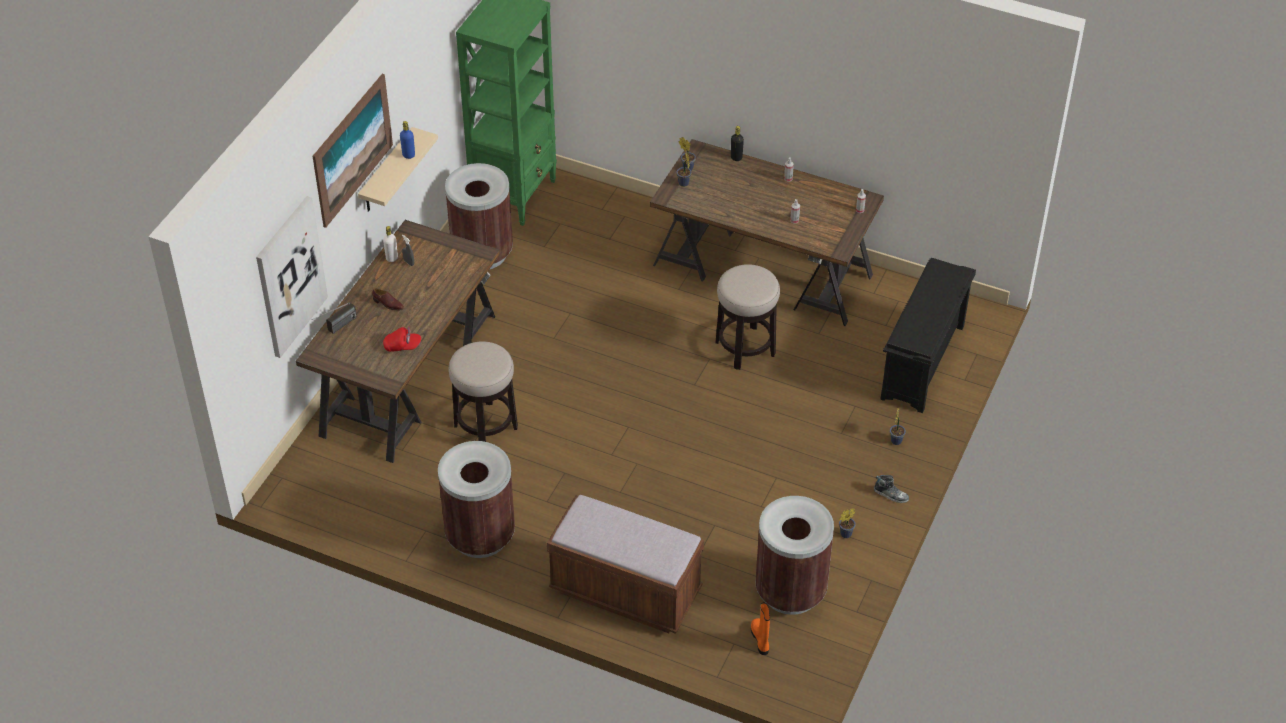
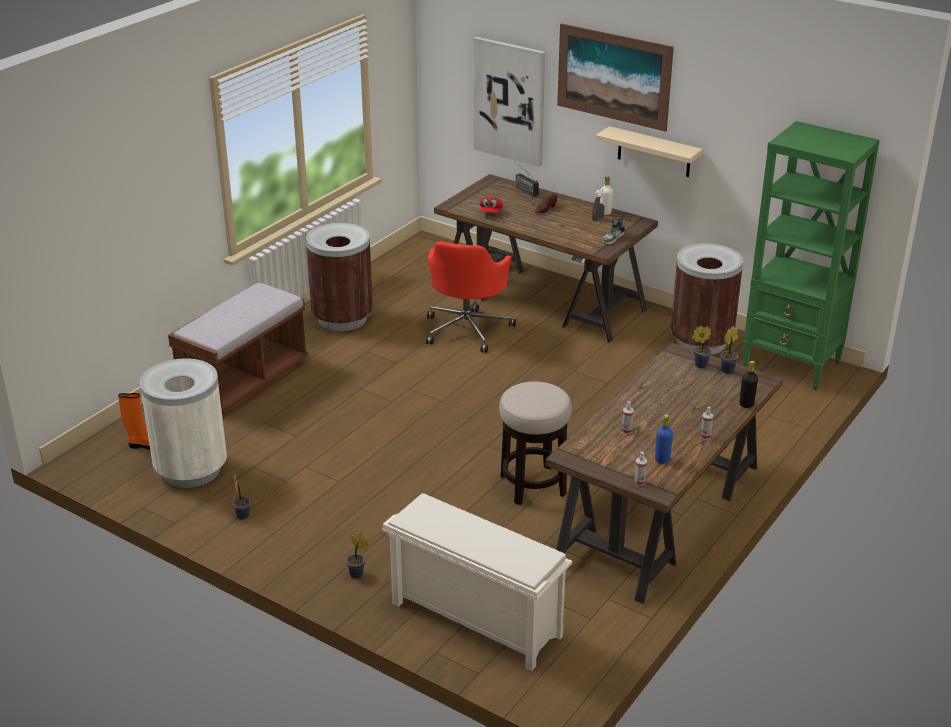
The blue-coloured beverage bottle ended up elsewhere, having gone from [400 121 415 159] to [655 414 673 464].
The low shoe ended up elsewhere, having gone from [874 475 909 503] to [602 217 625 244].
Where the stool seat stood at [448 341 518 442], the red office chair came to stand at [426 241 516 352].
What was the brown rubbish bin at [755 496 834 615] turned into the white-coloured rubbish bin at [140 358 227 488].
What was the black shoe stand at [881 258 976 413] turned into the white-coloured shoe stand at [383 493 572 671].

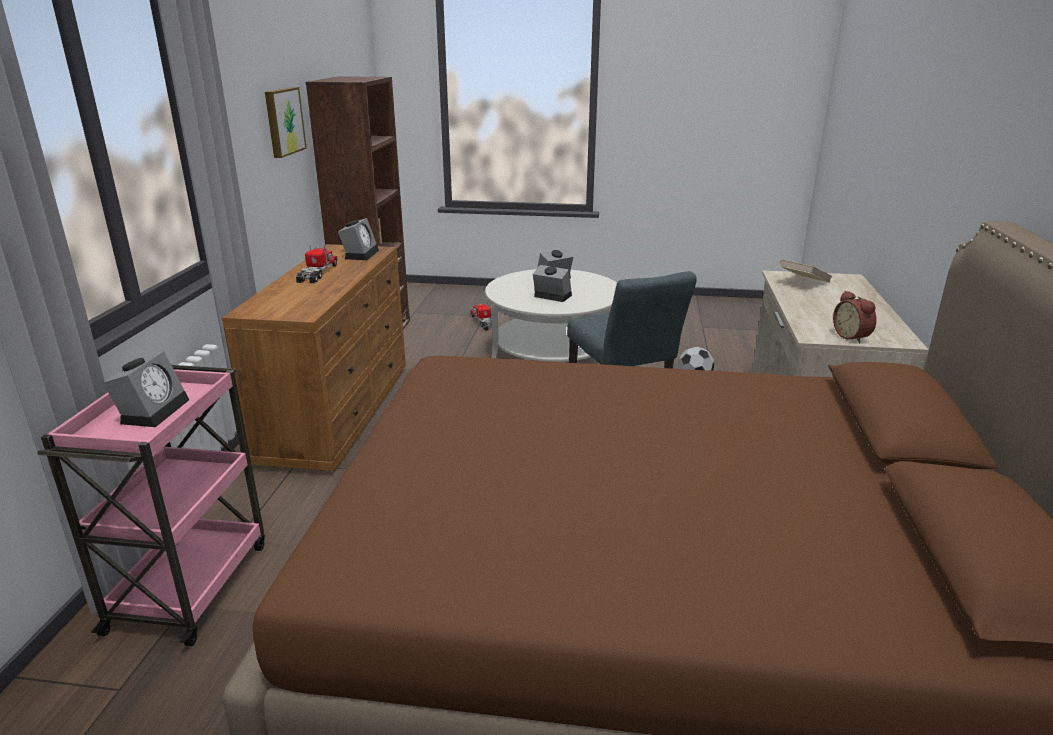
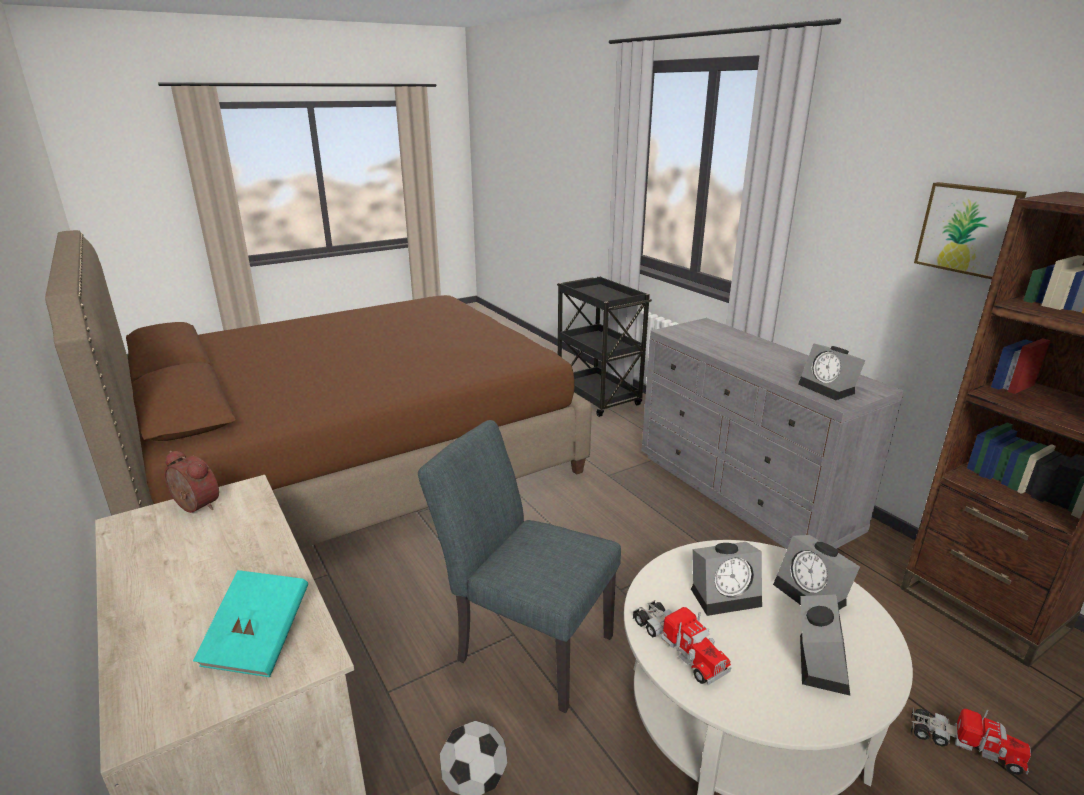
The bedside clock ended up elsewhere, having gone from [103 351 189 427] to [773 535 860 610].
The model truck ended up elsewhere, having gone from [296 245 338 283] to [633 600 732 685].
What was the pinkish trolley at [37 365 265 646] turned into the black trolley at [557 276 652 417].
What was the brown dresser at [222 244 406 471] turned into the grey dresser at [642 318 904 549].
What was the beige-coloured book at [779 259 833 283] turned into the turquoise-coloured book at [193 570 308 677].

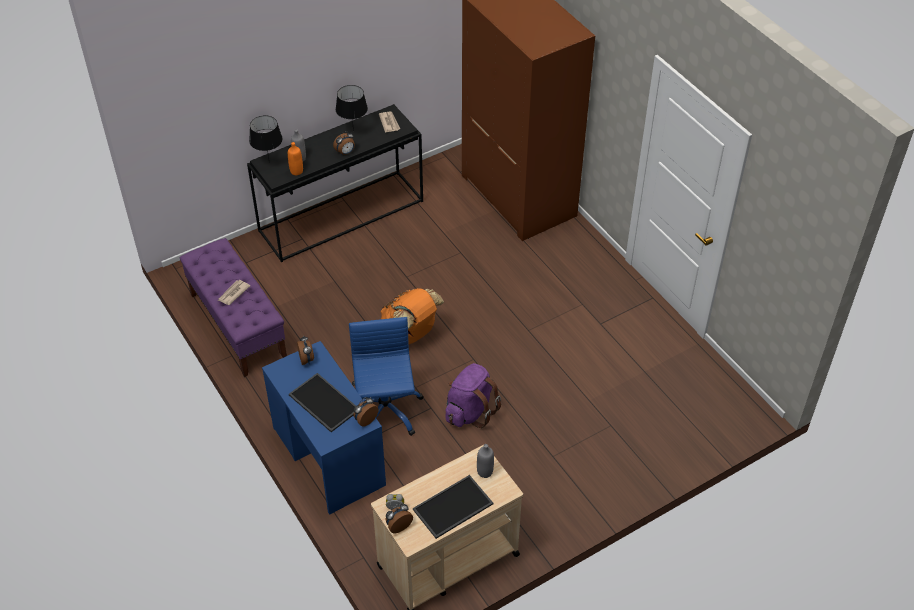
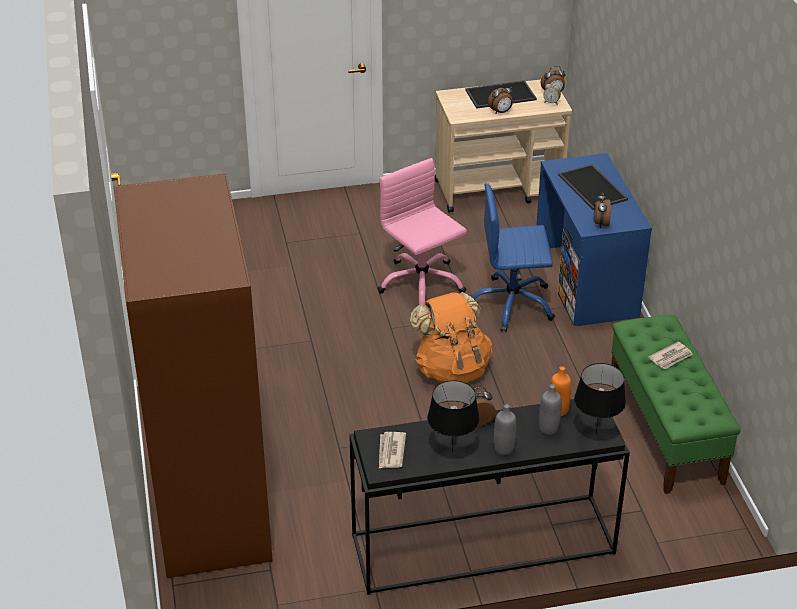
The bedside clock ended up elsewhere, having gone from [353 397 379 427] to [488 84 513 114].
The grey beverage bottle ended up elsewhere, having gone from [477 444 494 478] to [494 404 516 455].
Where the purplish rucksack stood at [445 363 501 428], the pinkish office chair came to stand at [377 158 467 305].
What was the purplish bench at [180 238 287 377] turned into the green-coloured bench at [611 315 741 494].
The blue-coloured office chair at [349 317 424 436] ended up facing another way, 75 degrees clockwise from before.

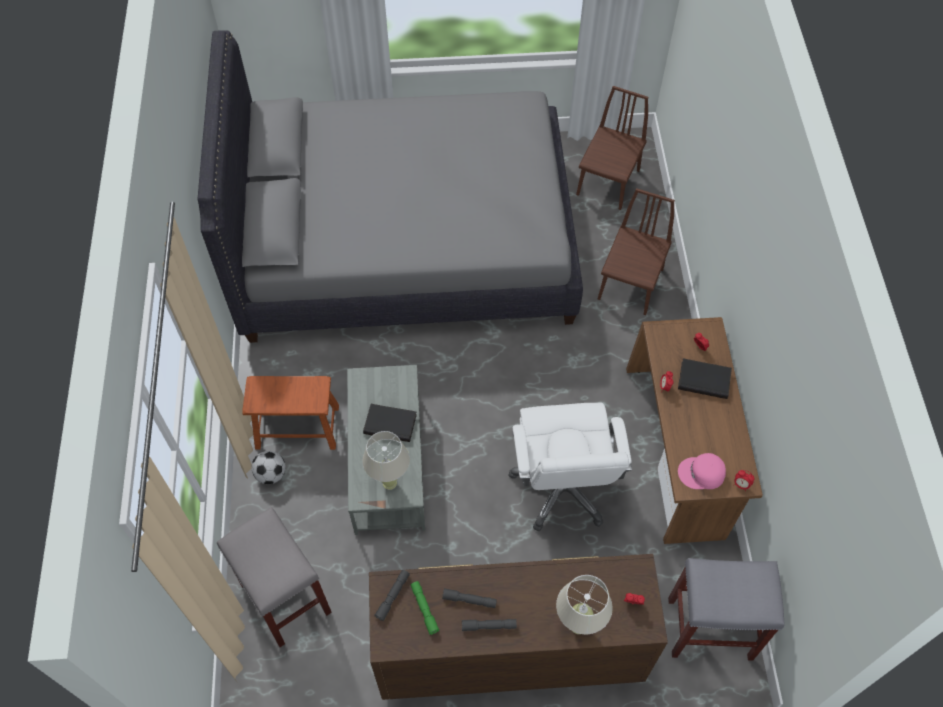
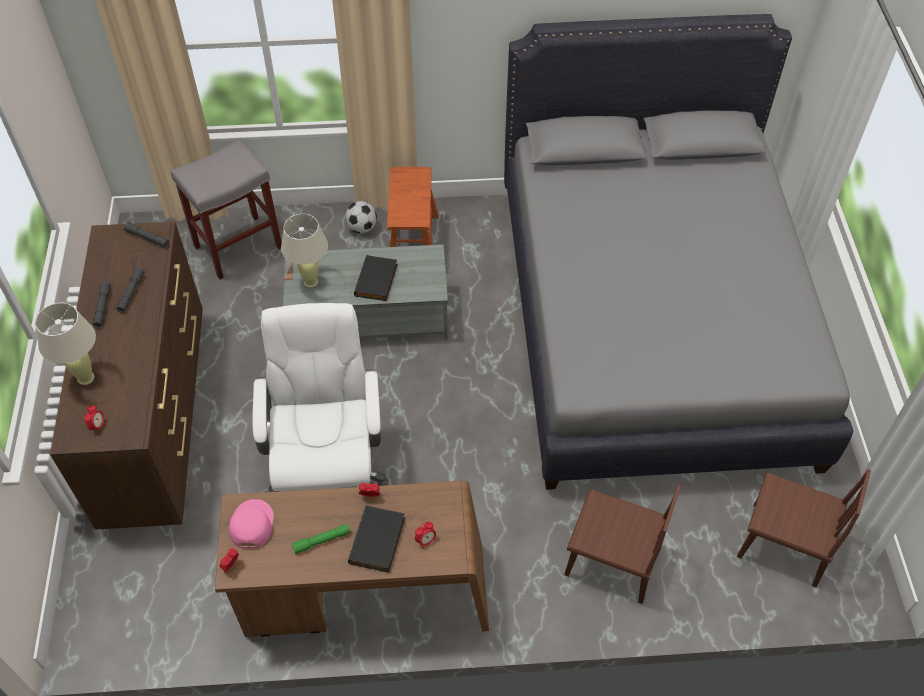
The second view lost the grey stool seat at [668 558 785 661].
The green-coloured hand torch ended up elsewhere, having gone from [411 581 439 635] to [291 524 350 555].
The white-coloured office chair at [508 403 632 531] ended up facing another way, 90 degrees clockwise from before.

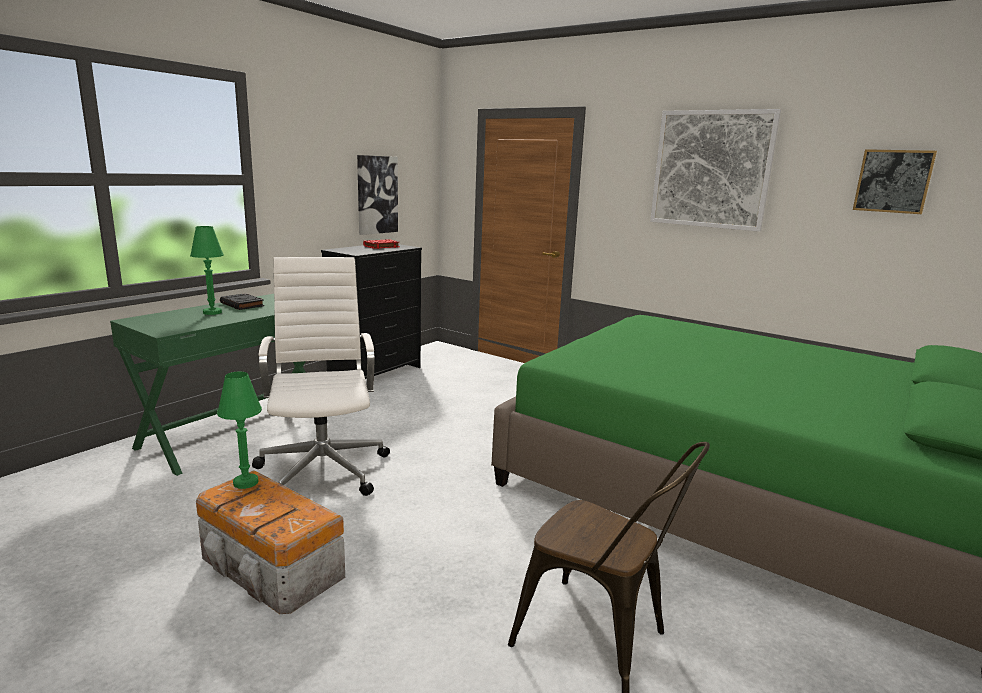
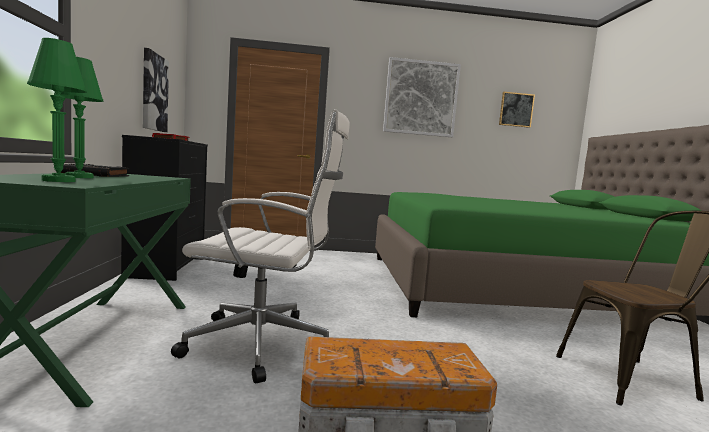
The green-coloured lamp for a table ended up elsewhere, having gone from [217 372 262 489] to [27 38 87 182].
The white-coloured office chair at [252 257 390 496] ended up facing another way, 150 degrees clockwise from before.

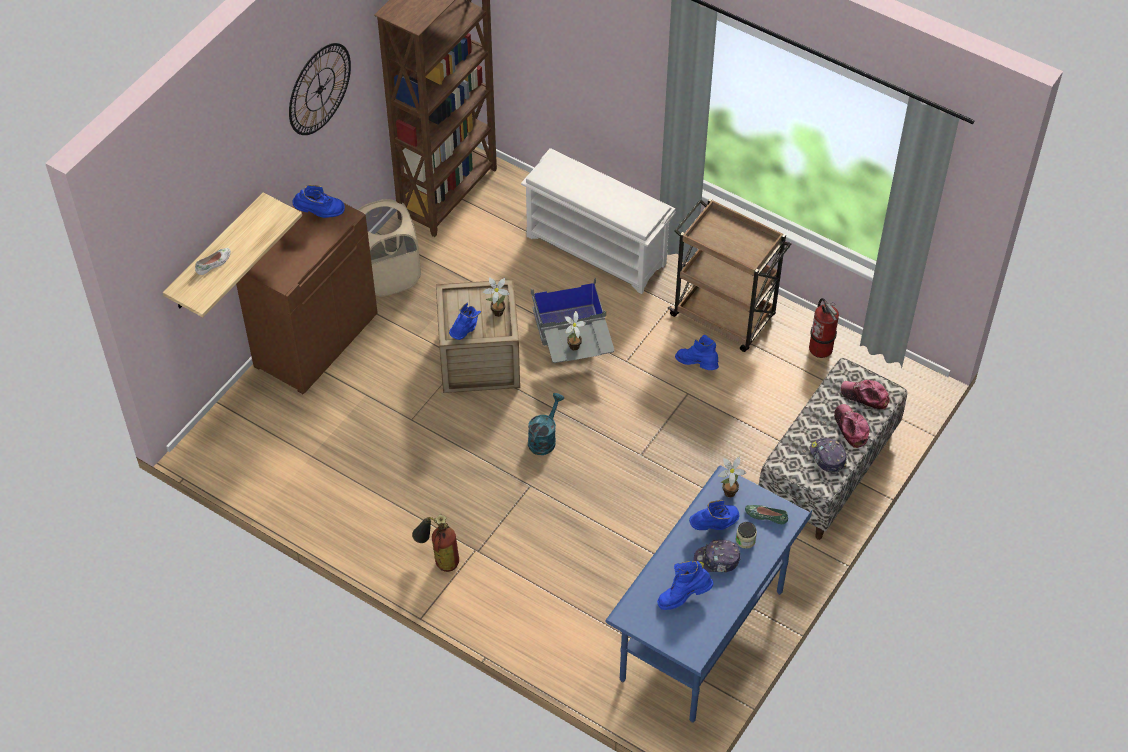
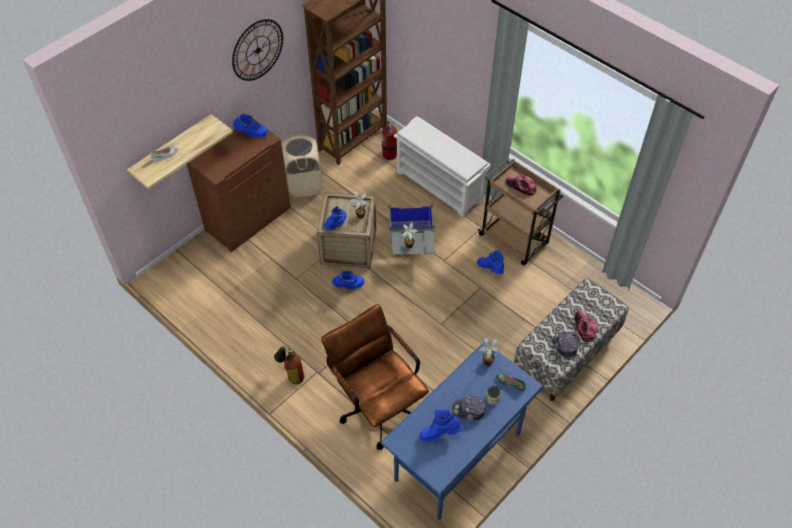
The second view lost the turquoise-coloured sprinkling can at [528 393 564 455].
The second view gained the brown office chair at [322 304 429 450].
The blue-coloured tall boot ended up elsewhere, having gone from [689 500 740 530] to [332 270 365 289].
The extinguisher ended up elsewhere, having gone from [809 298 839 358] to [382 121 397 160].
The peaked cap ended up elsewhere, having gone from [841 380 890 409] to [506 175 537 196].

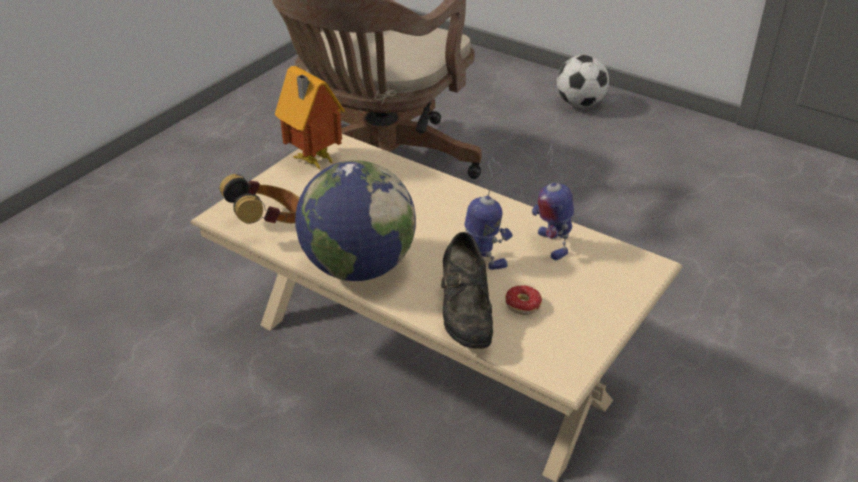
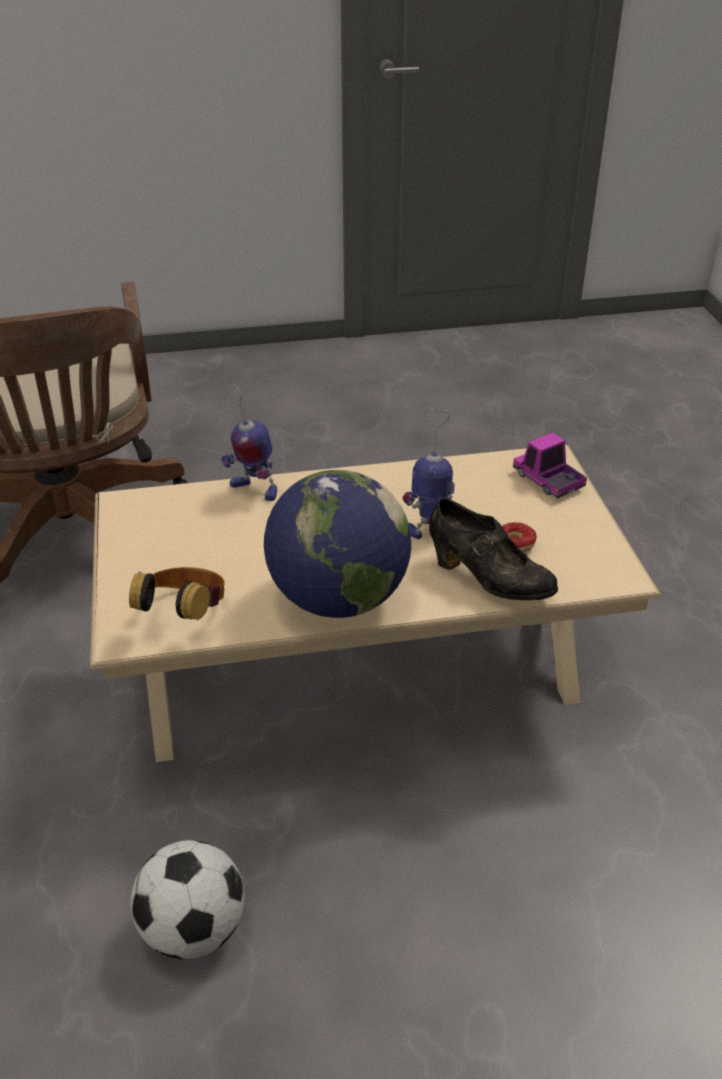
The second view lost the model house at [275 66 345 170].
The second view gained the model truck at [513 432 587 499].
The toy robot ended up elsewhere, having gone from [532 145 574 260] to [221 381 277 501].
The football ended up elsewhere, having gone from [557 55 609 107] to [131 840 244 959].

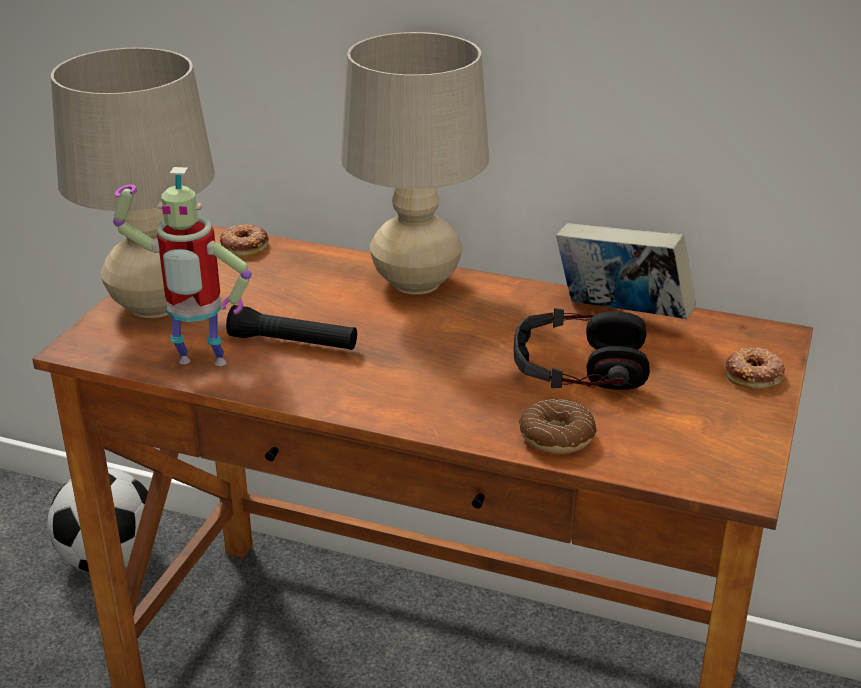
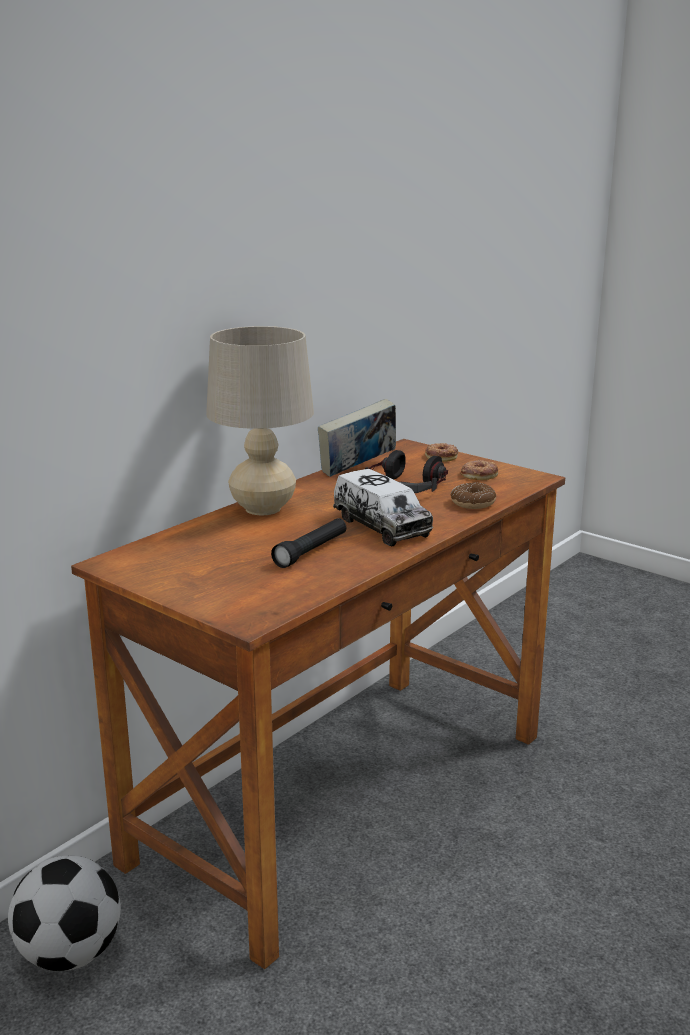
The second view lost the beige-coloured lamp for a table at [51 47 215 318].
The second view lost the toy robot at [113 167 252 366].
The second view gained the model truck at [333 469 433 546].
The ring doughnut ended up elsewhere, having gone from [220 224 269 257] to [461 459 498 480].

